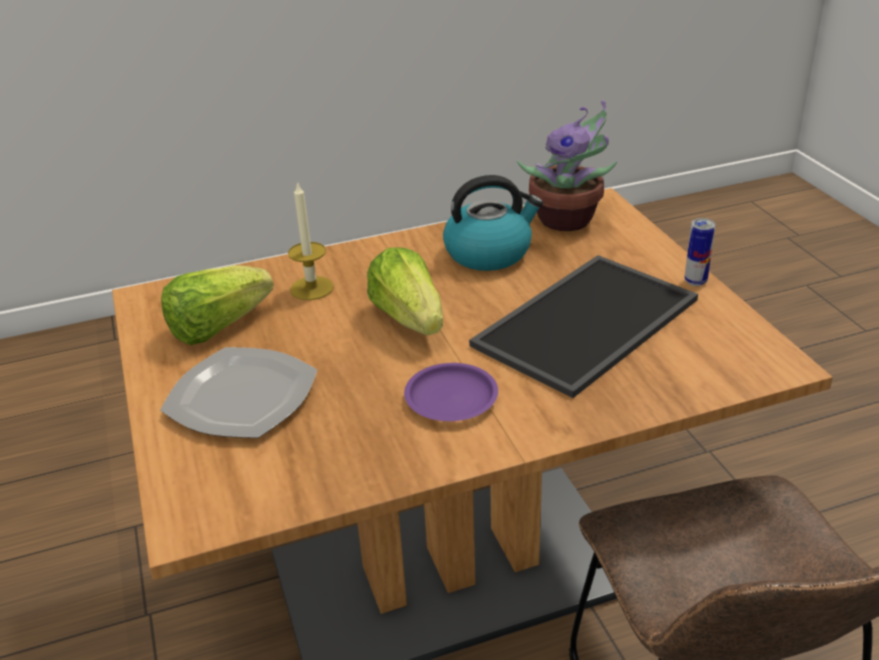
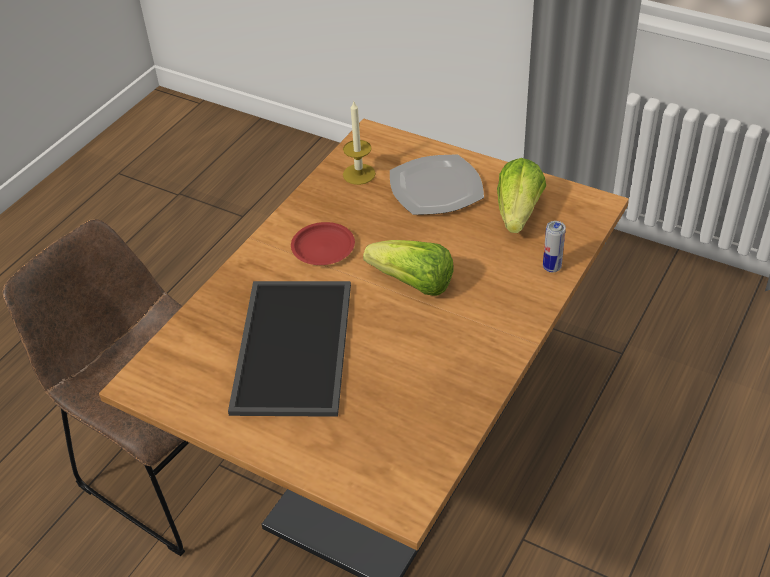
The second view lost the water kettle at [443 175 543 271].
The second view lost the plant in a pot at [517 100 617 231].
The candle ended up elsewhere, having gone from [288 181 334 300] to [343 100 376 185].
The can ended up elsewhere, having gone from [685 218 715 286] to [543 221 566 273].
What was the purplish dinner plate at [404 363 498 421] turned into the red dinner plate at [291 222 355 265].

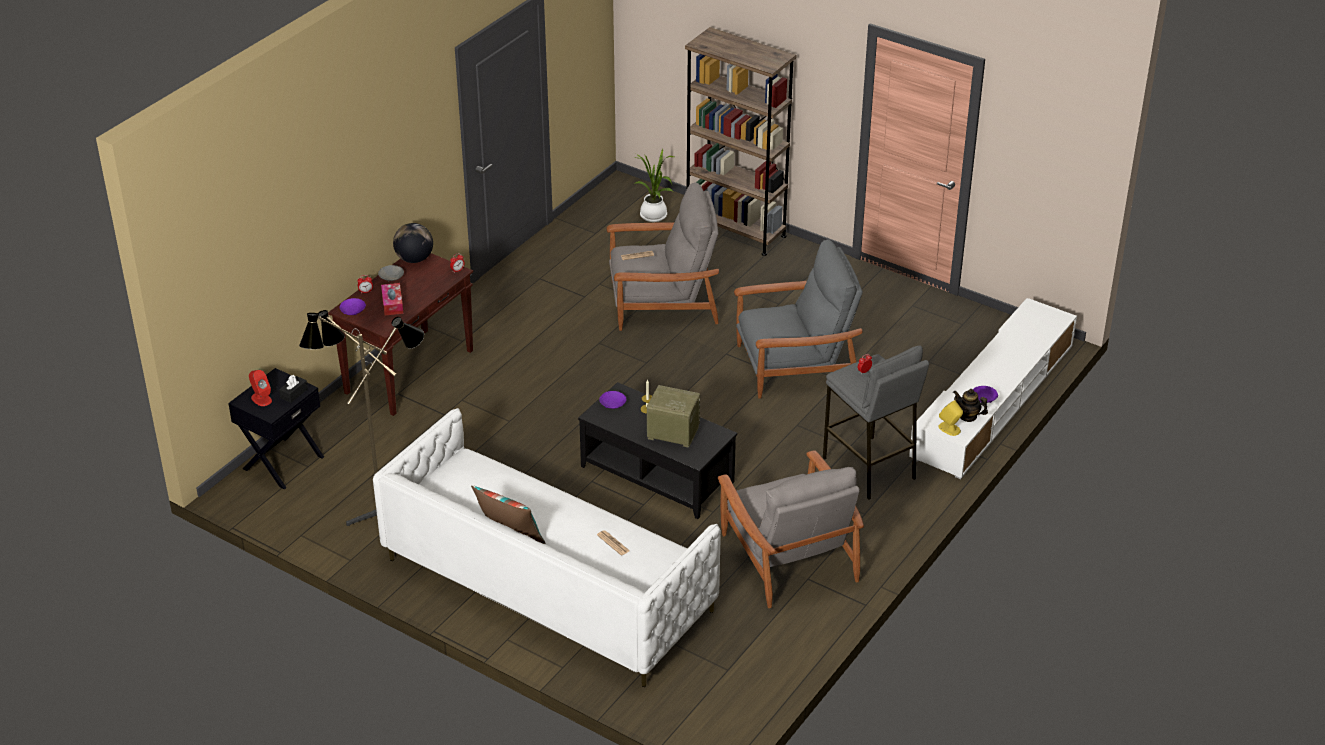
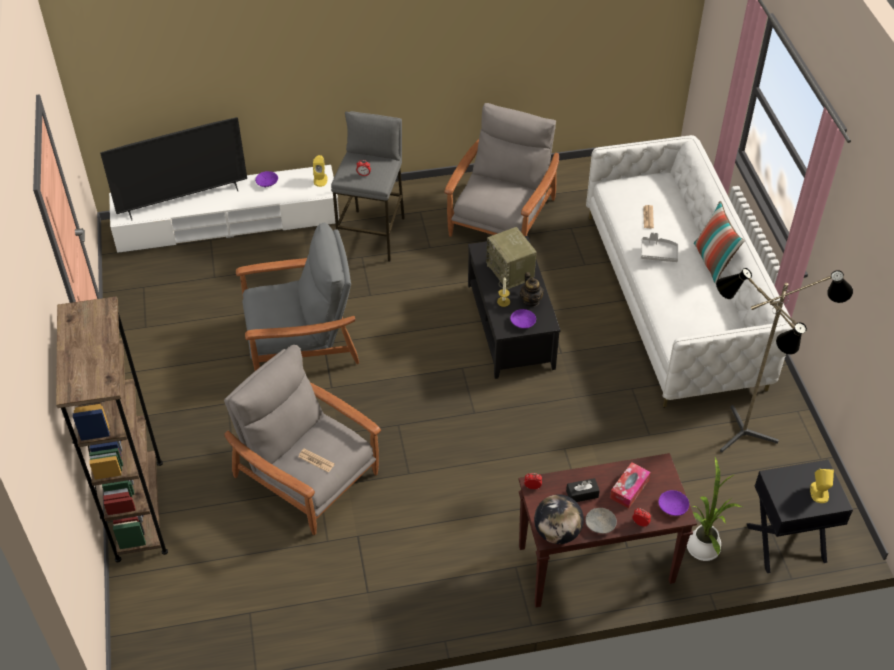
The second view gained the television at [100 117 247 221].
The second view gained the grey serving tray at [641 232 678 262].
The black box of tissues ended up elsewhere, having gone from [279 375 308 403] to [566 478 600 502].
The plant in a pot ended up elsewhere, having gone from [634 149 674 222] to [687 457 743 561].
The pot for tea ended up elsewhere, having gone from [953 389 988 422] to [520 272 544 307].
What was the red audio speaker at [249 370 272 406] turned into the yellow-coloured audio speaker at [810 469 834 503].
The grey lounge chair at [734 239 863 398] ended up facing another way, 135 degrees clockwise from before.

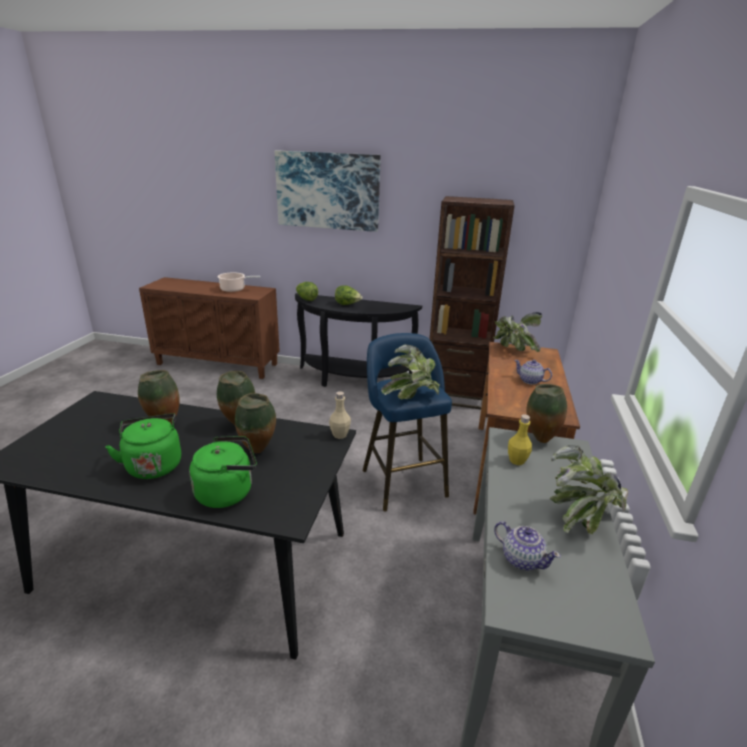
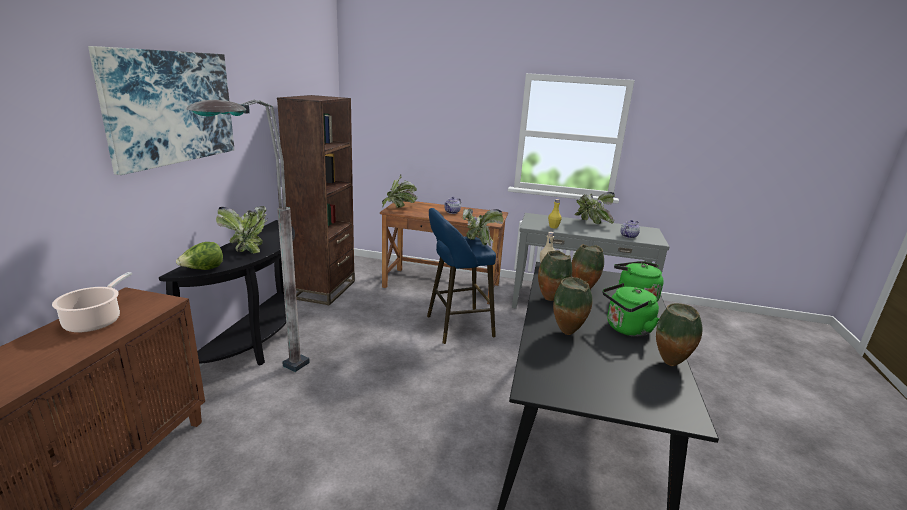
The second view gained the grey floor lamp at [186 100 310 372].
The vase ended up elsewhere, having gone from [527 384 567 443] to [656 303 702 366].
Where the lettuce stood at [335 285 363 305], the plant in a pot came to stand at [216 206 268 254].

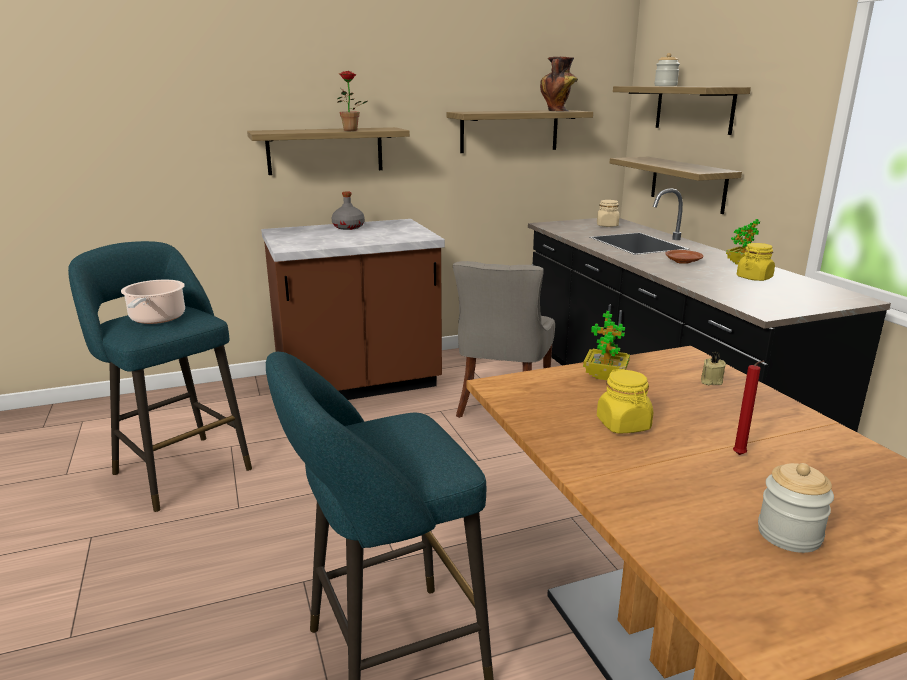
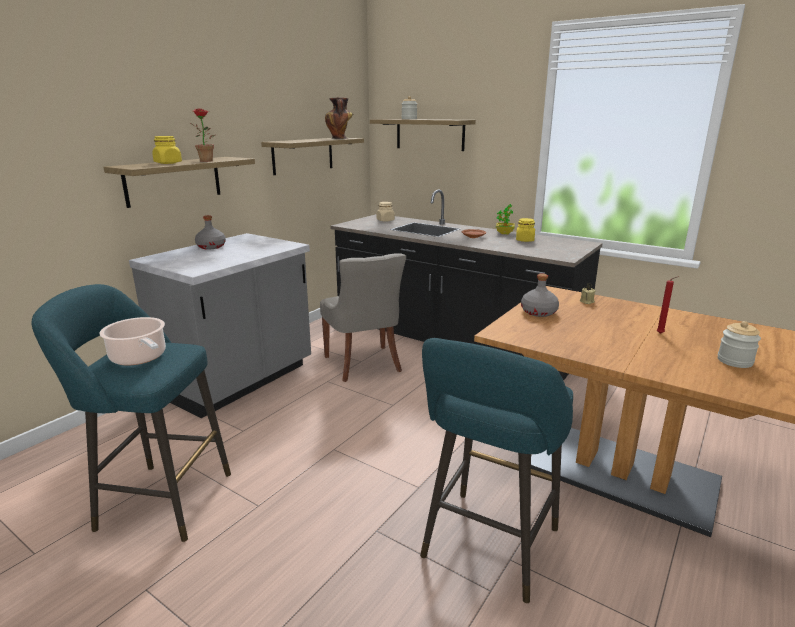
The second view lost the wall shelf at [609 157 742 214].
The yellow-coloured preserve jar ended up elsewhere, having gone from [597 369 653 434] to [152 136 182 164].
Where the plant in a pot stood at [583 311 630 380], the grey beverage bottle came to stand at [521 273 559 317].
What was the brown counter at [261 219 445 400] turned into the grey counter at [129 233 311 418].

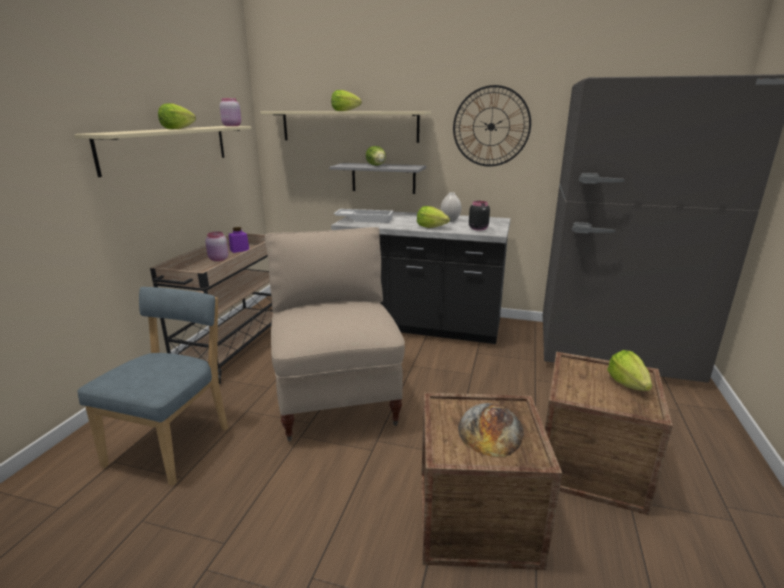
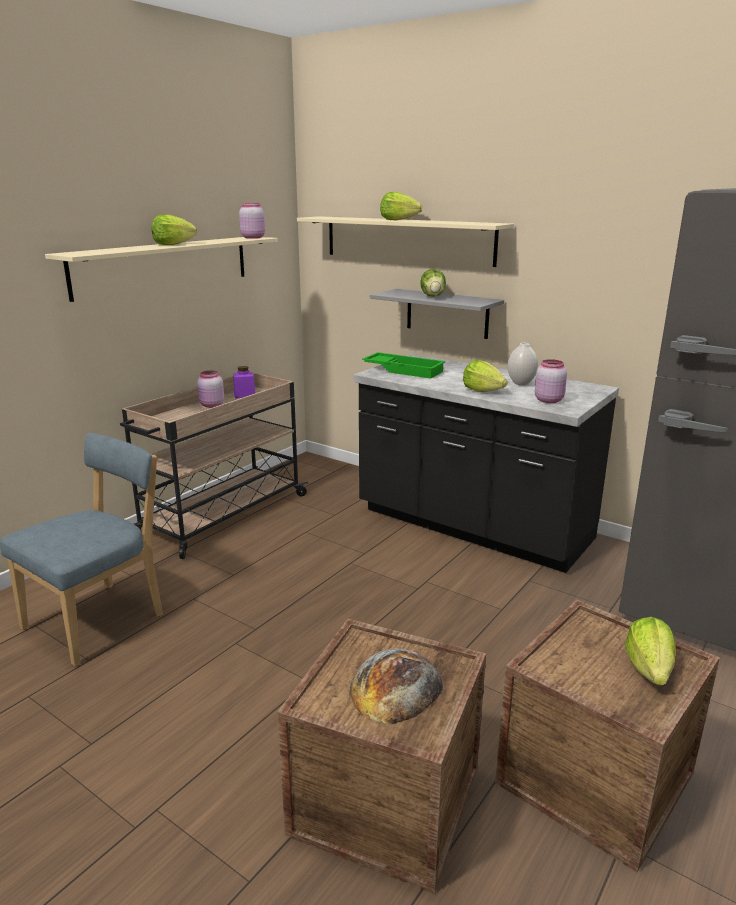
The second view lost the beige-coloured plain chair at [265 227 405 442].
The second view lost the clock on the wall at [453 85 531 167].
What was the white-coloured serving tray at [334 209 393 223] turned into the green-coloured serving tray at [362 352 446 379].
What was the black preserve jar at [469 201 490 230] turned into the pinkish preserve jar at [535 359 567 403].

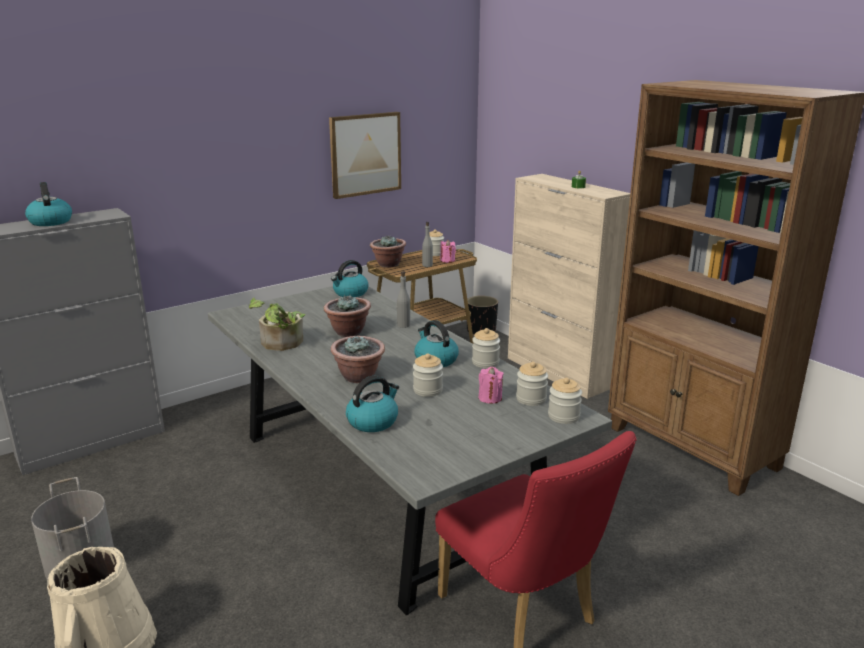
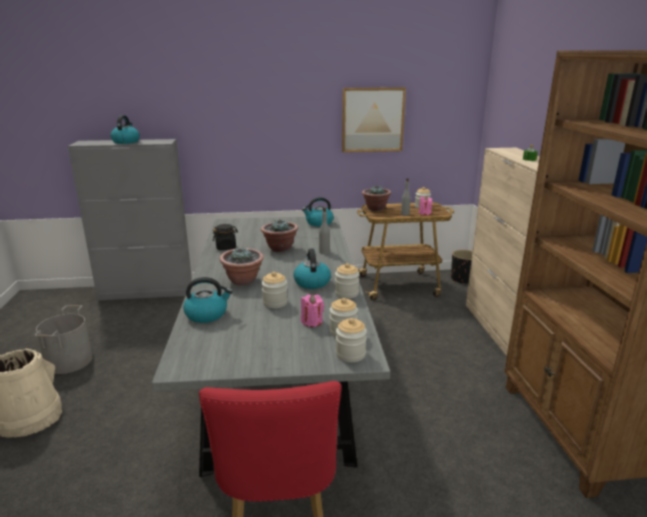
Where the plant in a pot stood at [249 298 306 351], the black preserve jar came to stand at [213 224 238 250].

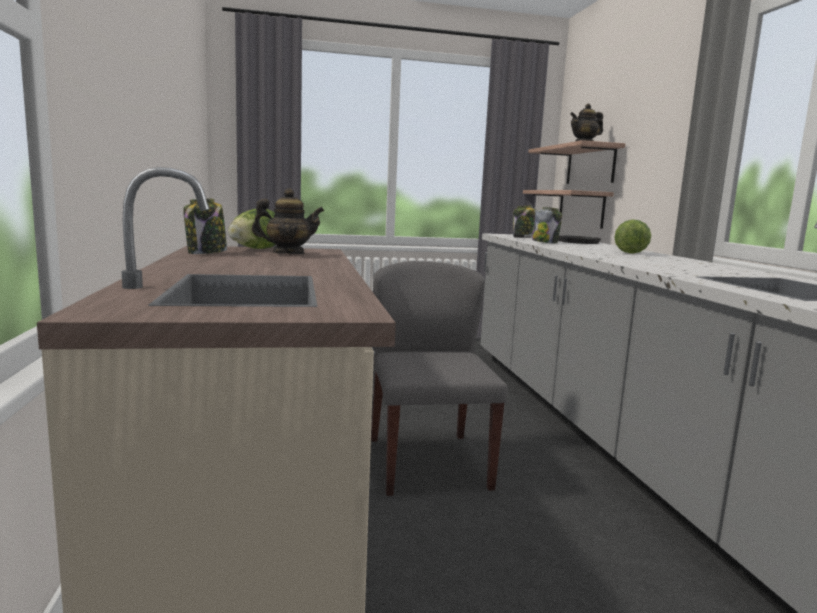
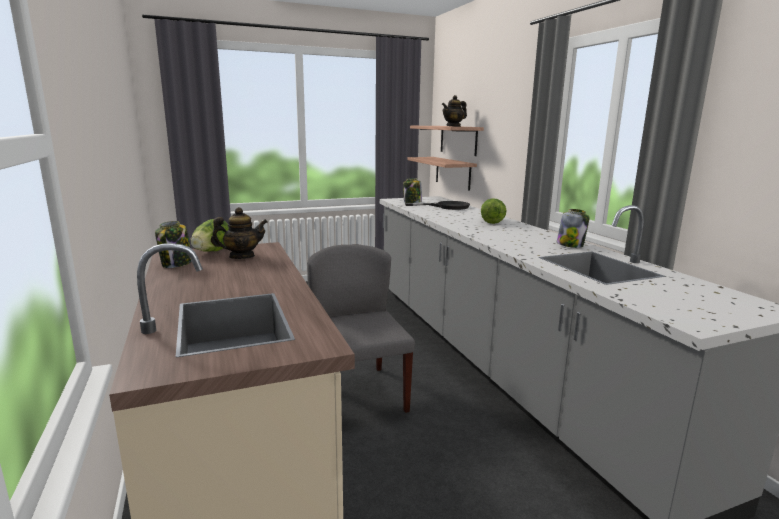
The preserve jar ended up elsewhere, having gone from [532 207 562 243] to [557 209 590 248].

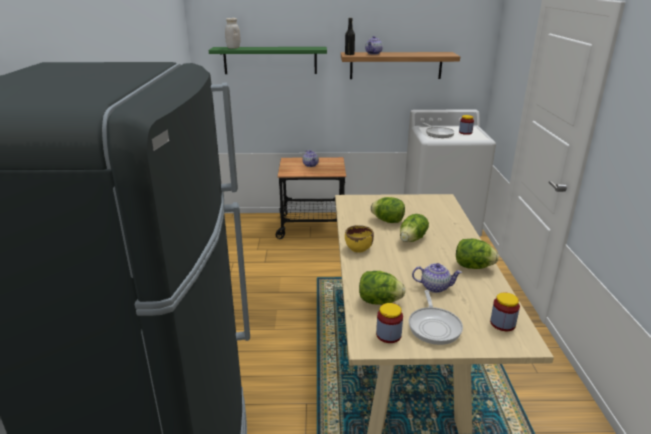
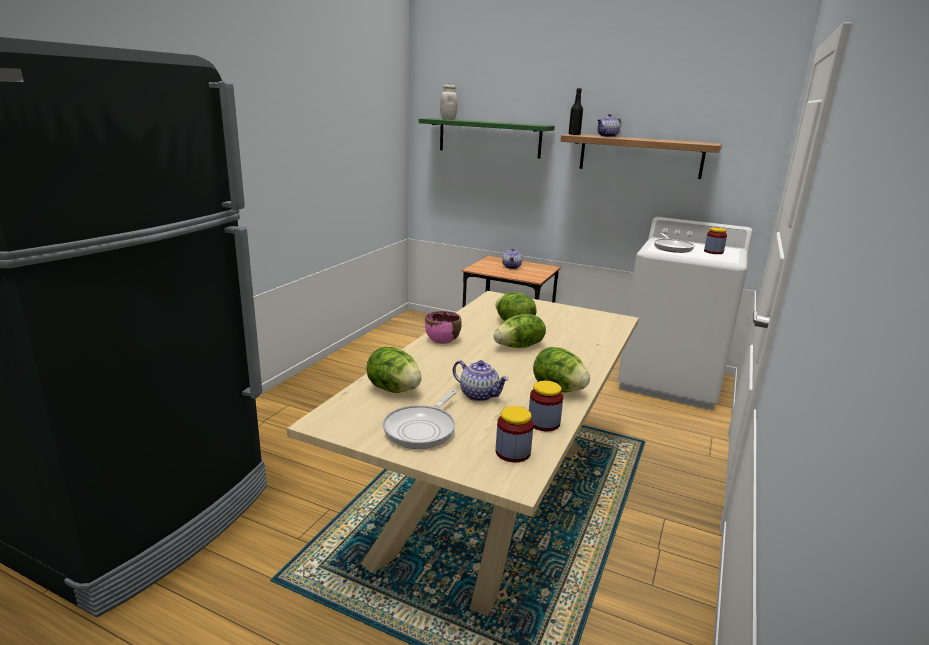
The preserve jar ended up elsewhere, having gone from [376 303 403 343] to [529 381 563 431].
What was the yellow-coloured deep dish at [345 225 374 253] turned into the pinkish deep dish at [425 311 462 344].

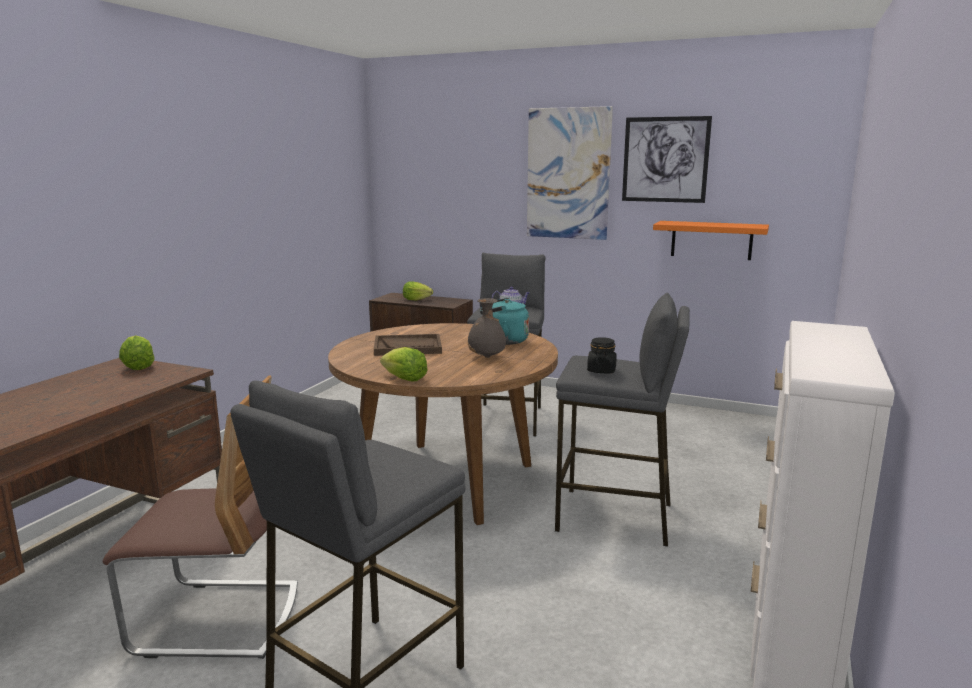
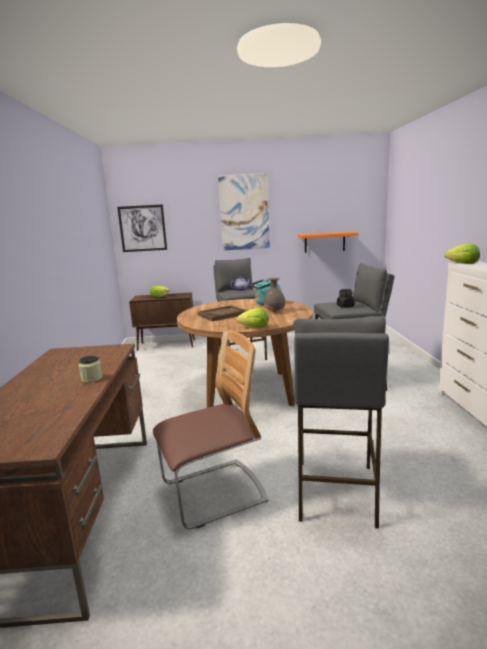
The second view gained the preserve jar at [79 355 102 382].
The lettuce ended up elsewhere, having gone from [119 335 155 370] to [445 244 480 264].
The wall art ended up elsewhere, having gone from [622 116 712 203] to [117 205 167 252].

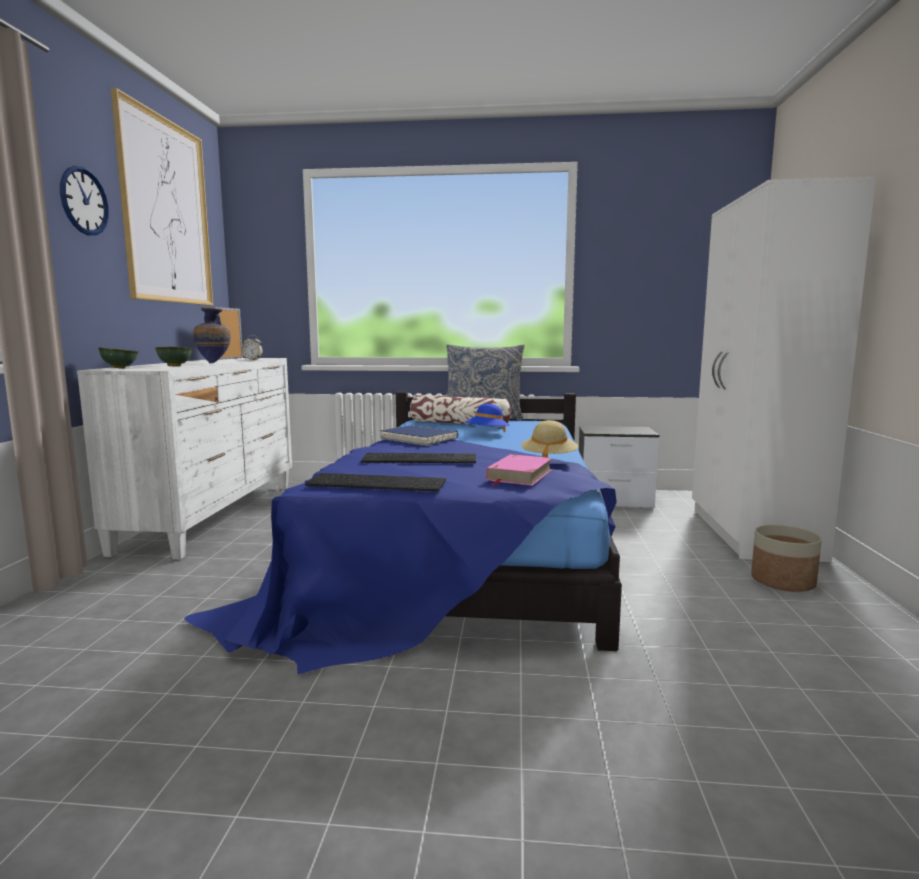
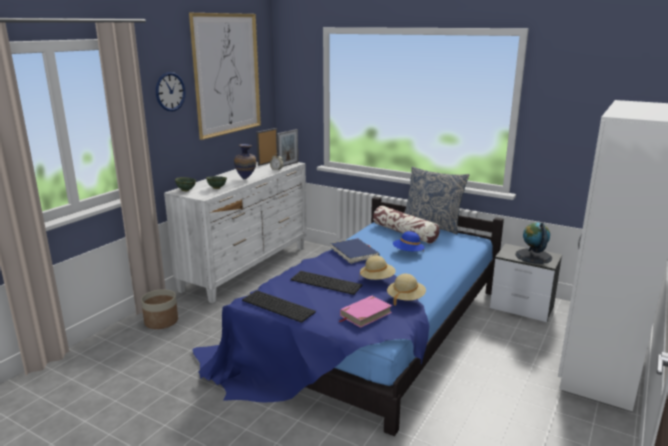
The second view gained the standing frame at [277 129 298 167].
The second view gained the beige-coloured clothing hat at [360 256 396 280].
The second view gained the globe at [515 222 552 264].
The plant pot ended up elsewhere, having gone from [751 525 822 592] to [141 289 178 329].

